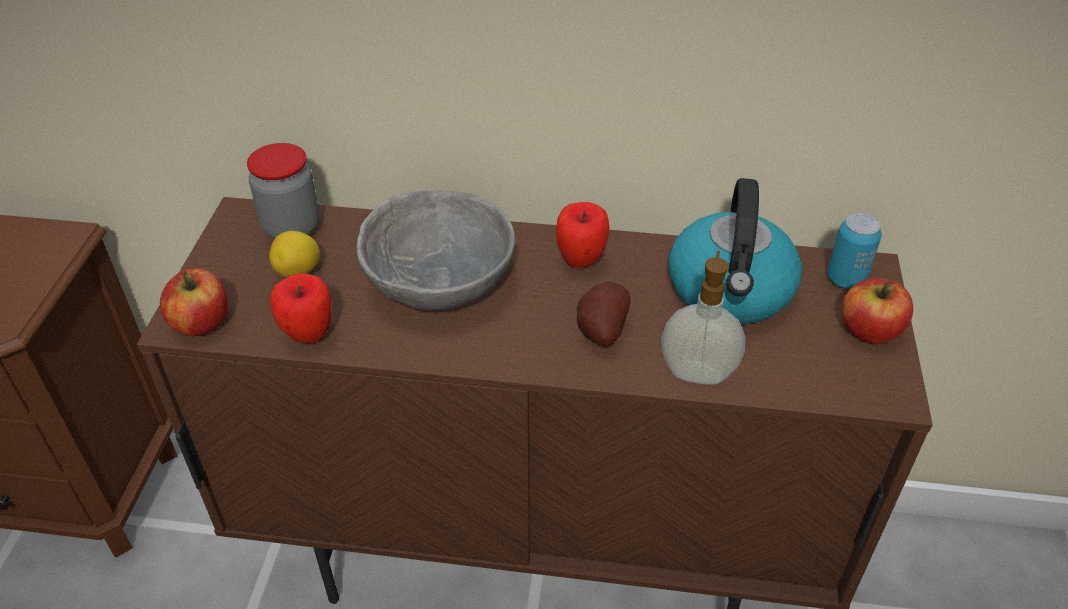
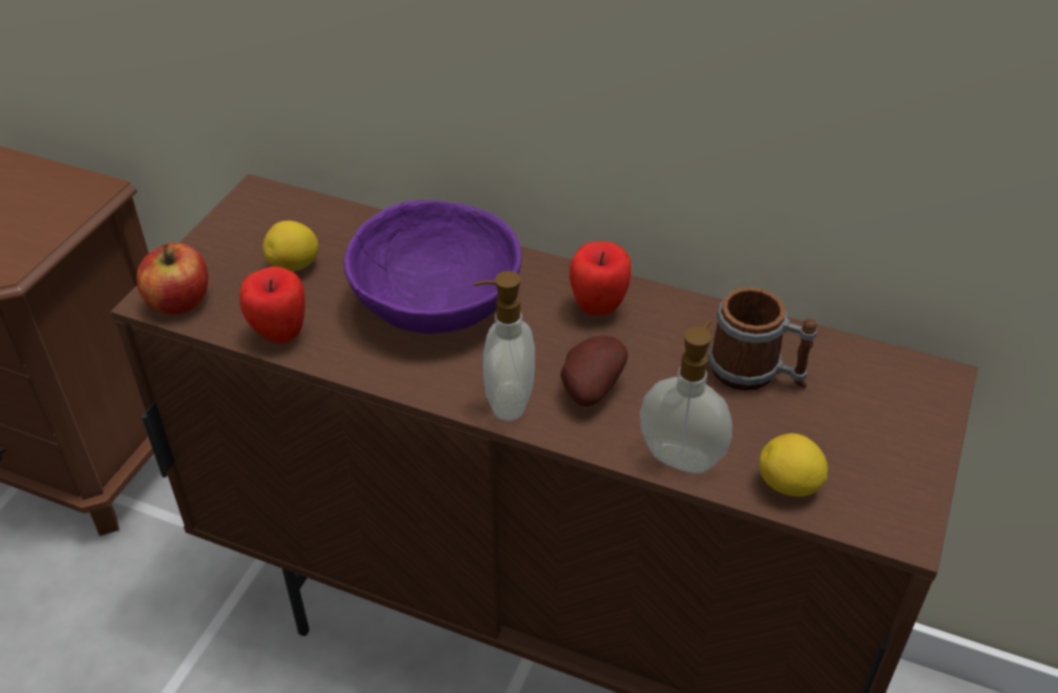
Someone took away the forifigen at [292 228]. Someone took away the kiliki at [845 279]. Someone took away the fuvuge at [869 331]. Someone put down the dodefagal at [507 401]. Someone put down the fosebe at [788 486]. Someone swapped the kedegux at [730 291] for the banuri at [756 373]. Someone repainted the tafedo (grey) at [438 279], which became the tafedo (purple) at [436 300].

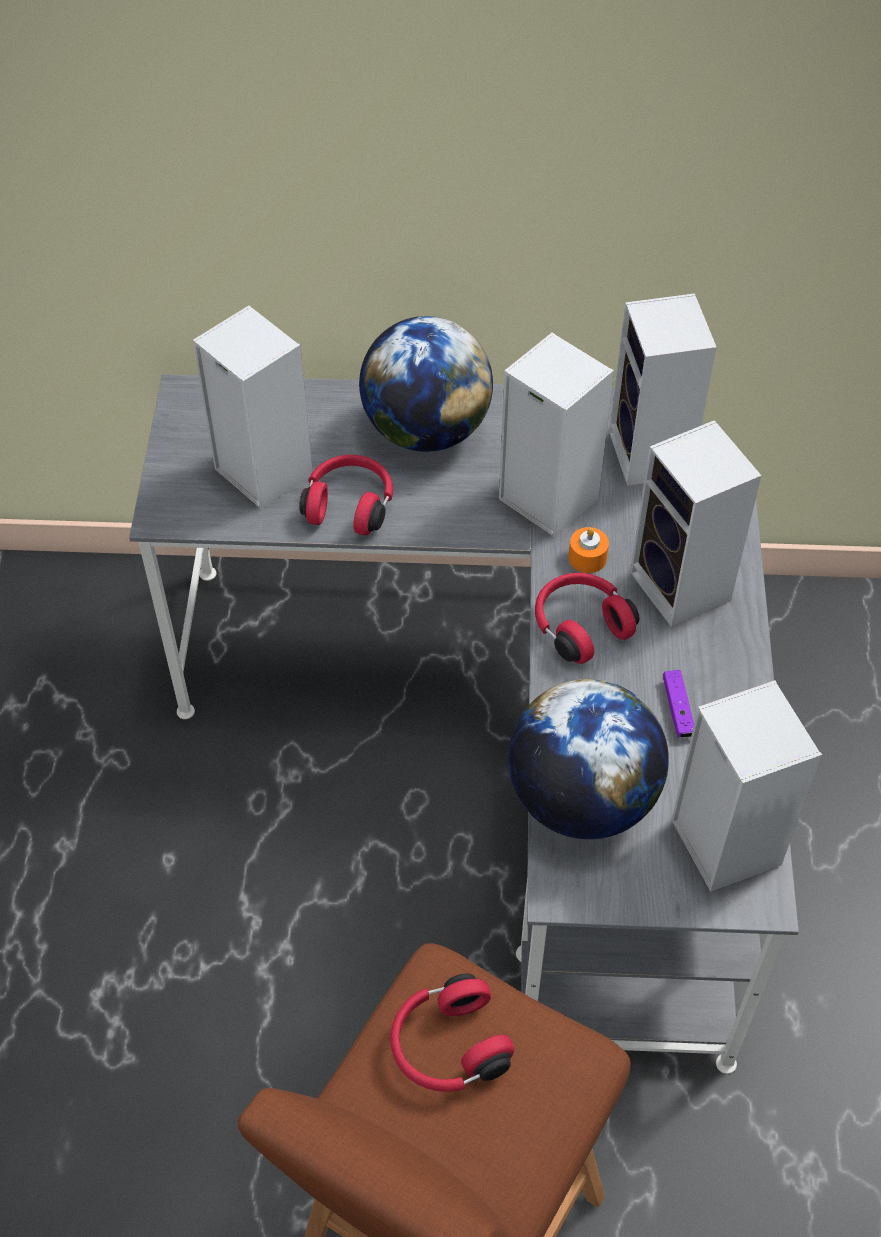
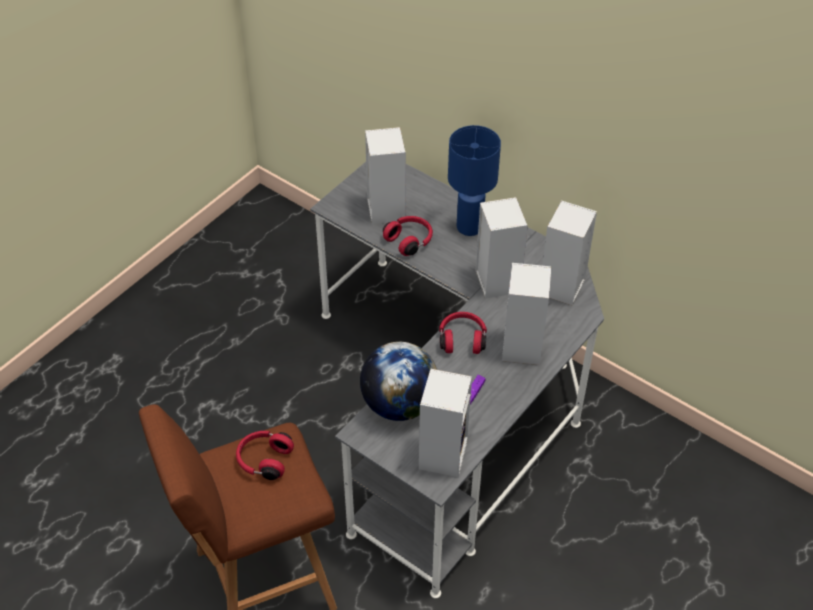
Someone took away the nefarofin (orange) at [587 558]. Someone swapped the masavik at [426 430] for the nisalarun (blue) at [470 227].

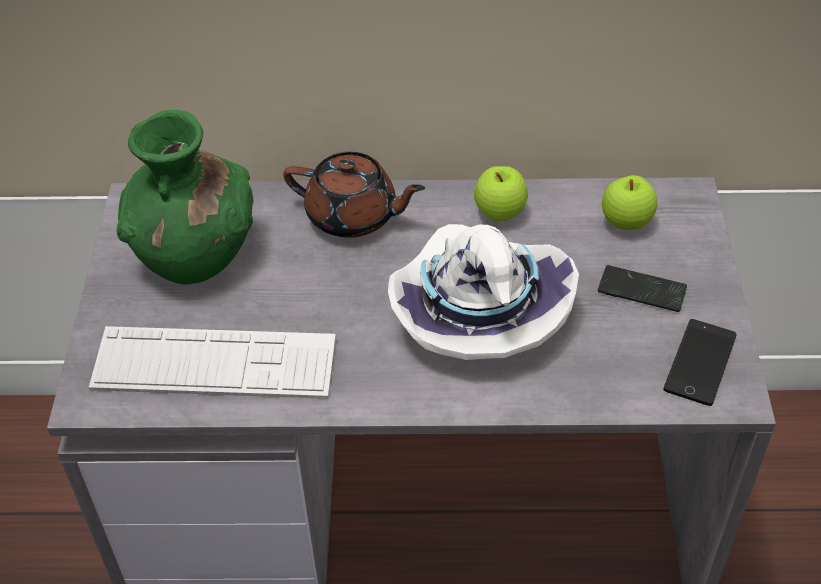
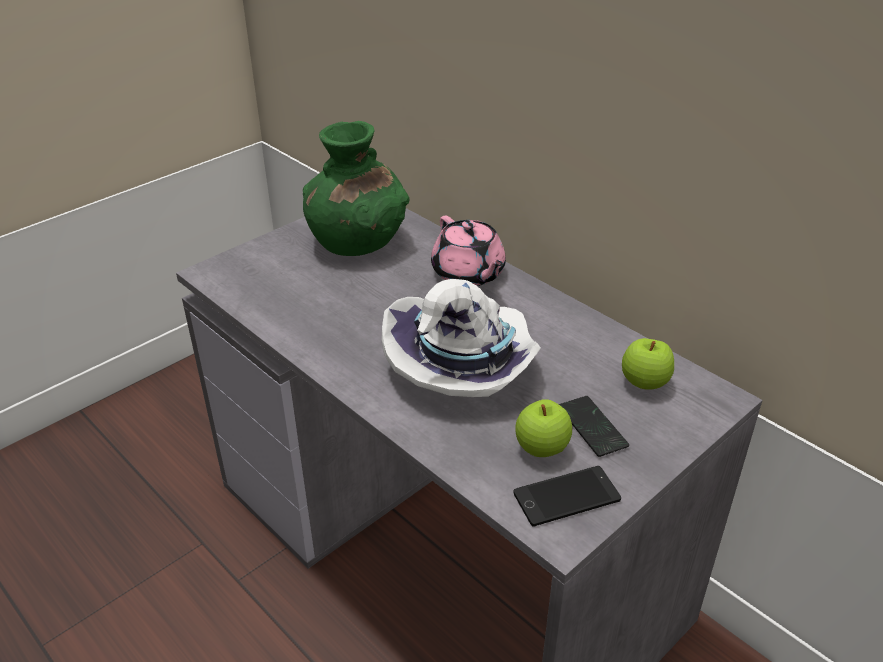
Someone took away the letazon at [214 364]. Someone carried the fuvuge from [499 213] to [541 448]. Someone repainted the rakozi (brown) at [353 216], which became the rakozi (pink) at [468 274].

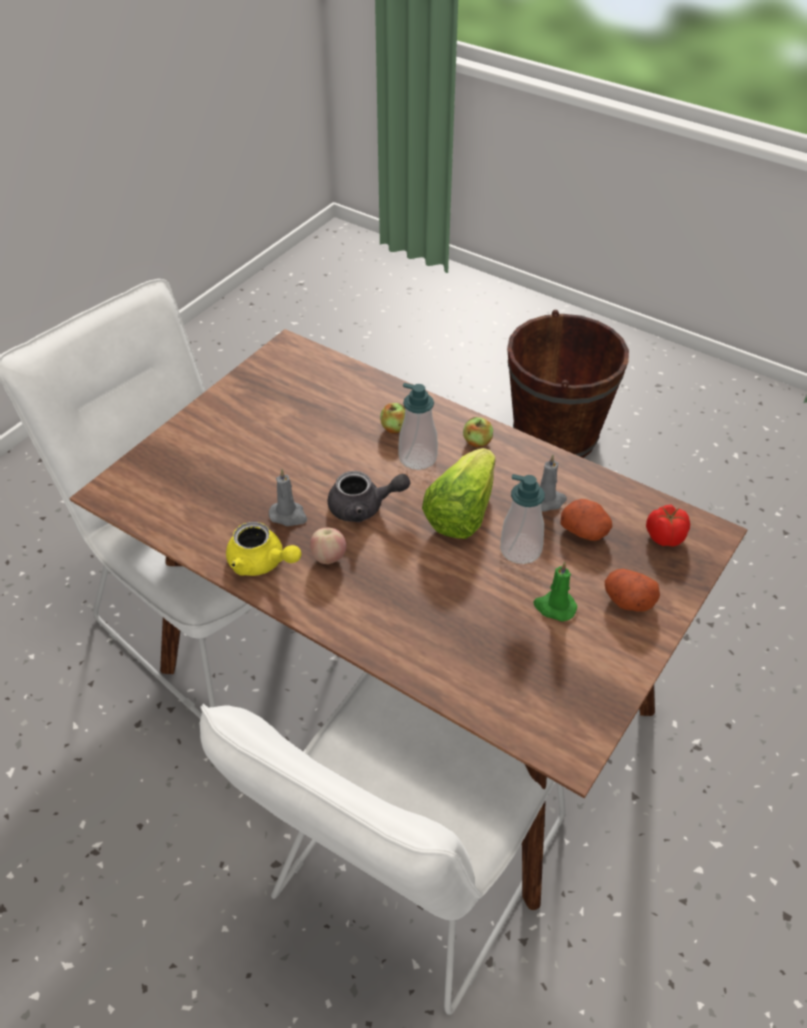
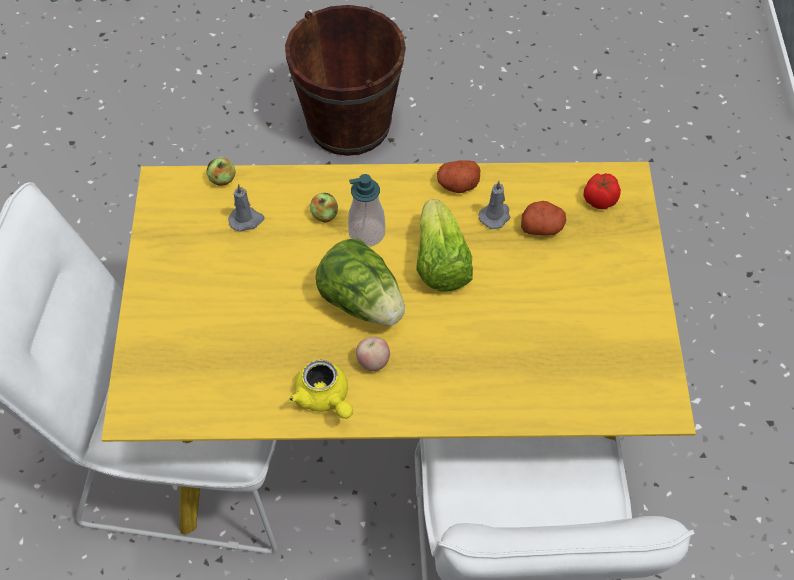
Someone took away the dodefagal at [520 550]. Someone took away the nefarofin (green) at [554 607]. Someone carried the nefarofin (grey) from [289 515] to [246 220]. Someone carried the fuvuge from [477 442] to [222 180]. Someone carried the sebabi from [627 600] to [457 185]. Someone swapped the rakozi (grey) at [364 507] for the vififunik at [362 302]. Someone repainted the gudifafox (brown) at [406 688], which became the gudifafox (yellow) at [398 420]. Someone rotated the rakozi (yellow) at [262 563] by 60 degrees clockwise.

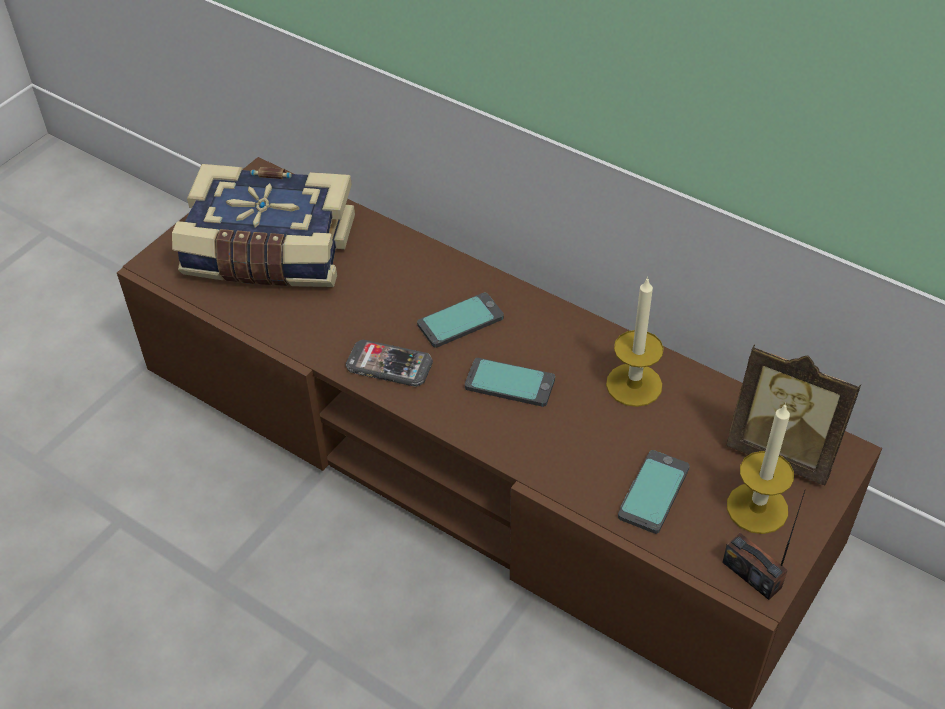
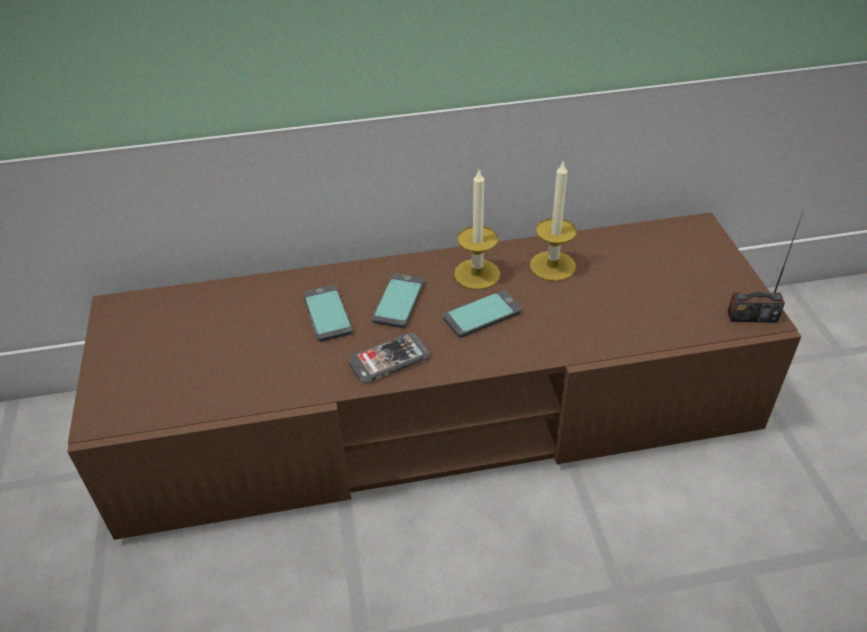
Someone took away the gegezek at [269 252]. Someone took away the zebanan at [782 451]. Someone carried the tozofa from [653 492] to [327 314]. Someone carried the nefarofin from [757 508] to [477 274].

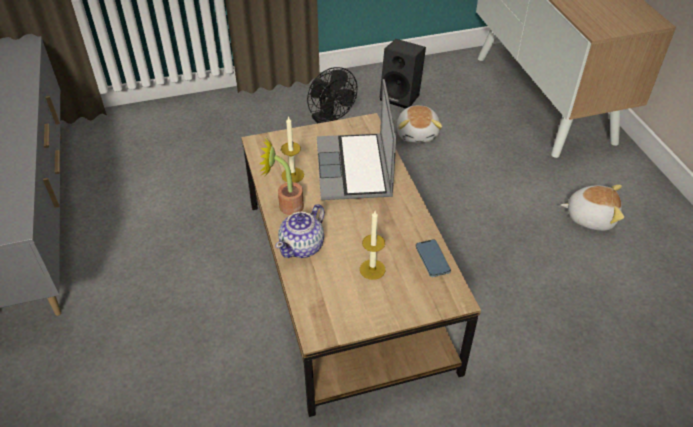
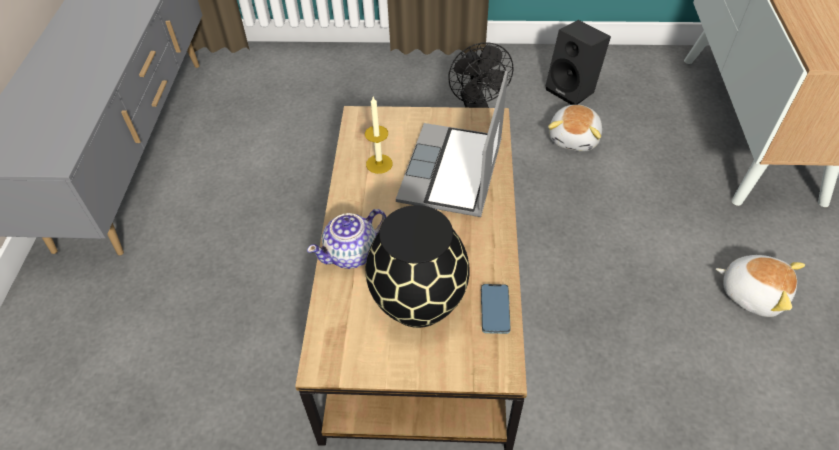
Someone took away the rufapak at [286 206]. Someone swapped the nefarofin at [372 269] for the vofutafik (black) at [418 303].

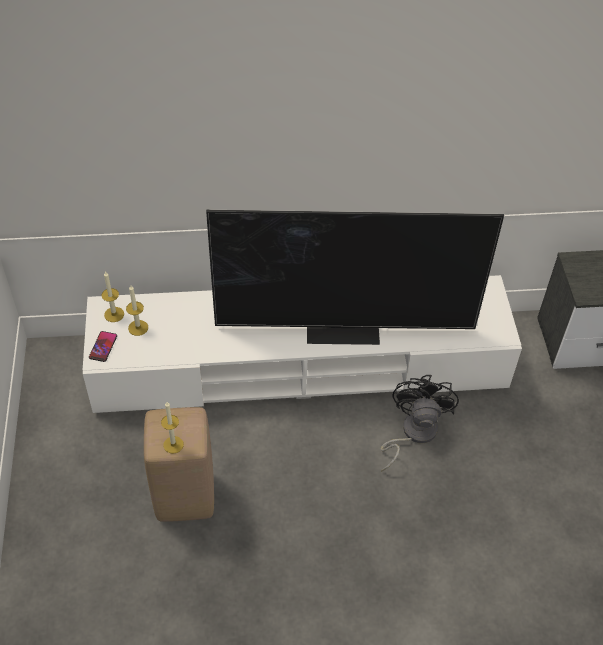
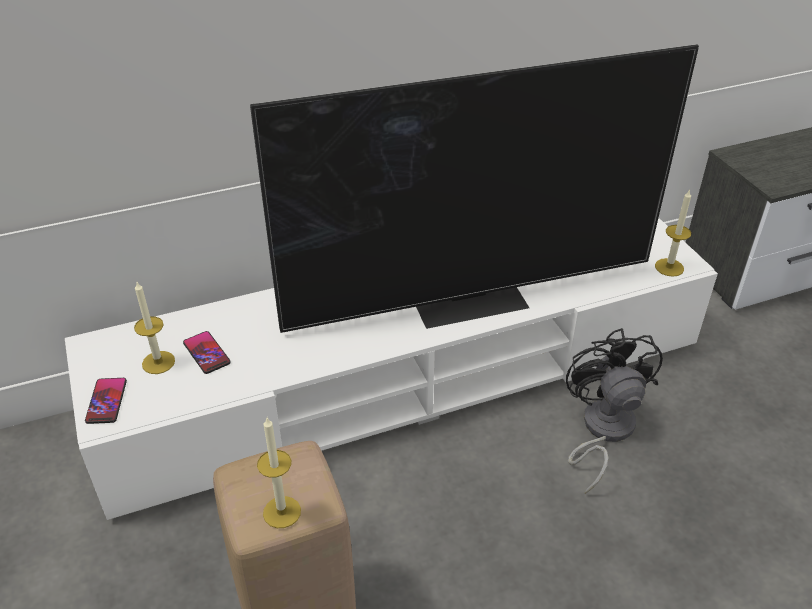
Someone put down the tozofa at [206 353]. Someone carried the nefarofin from [114 314] to [669 267].

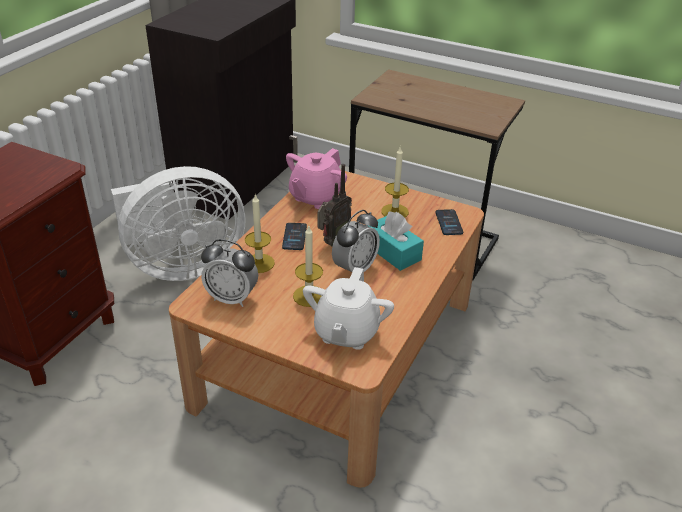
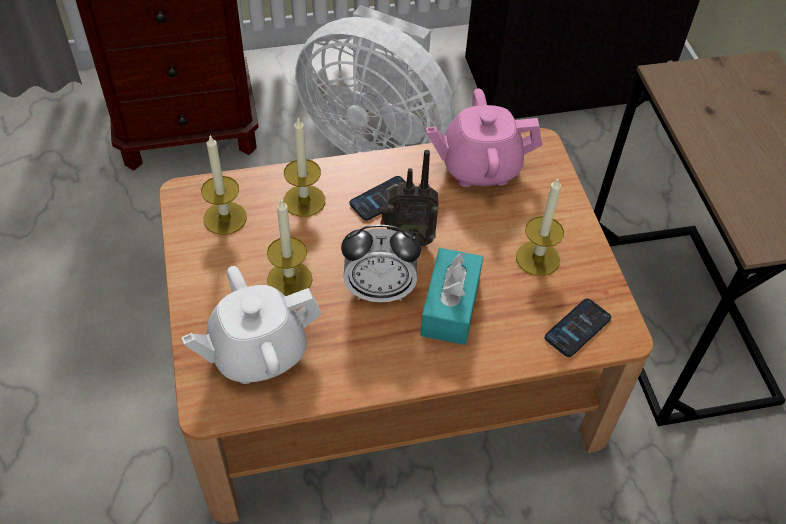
Someone swapped the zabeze at [232 298] for the nefarofin at [225 218].

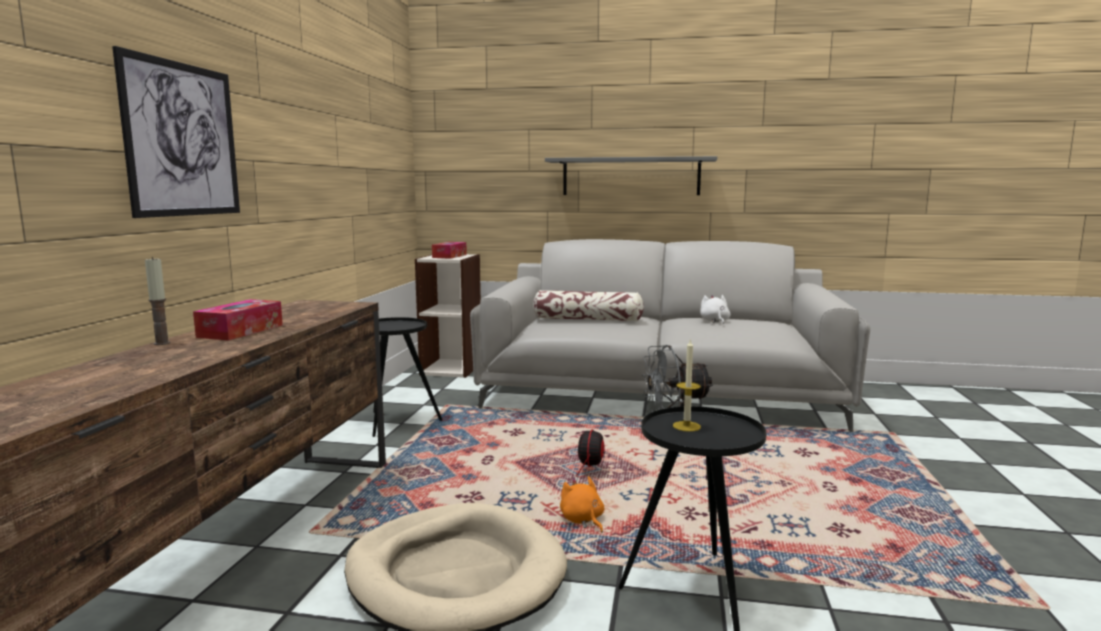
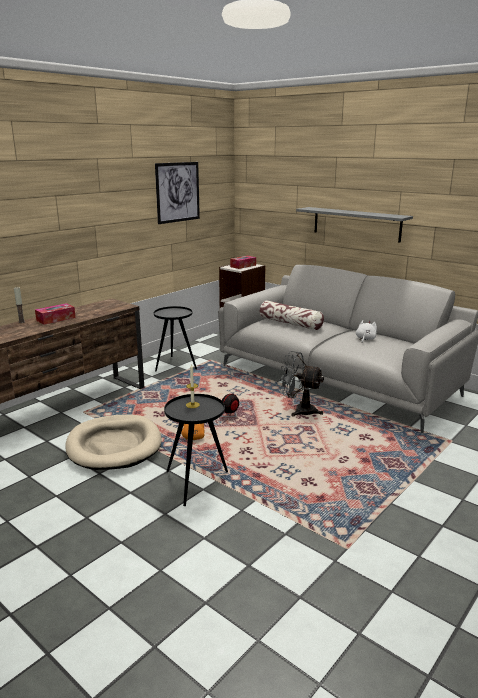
Someone carried the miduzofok from [183 140] to [178 192].

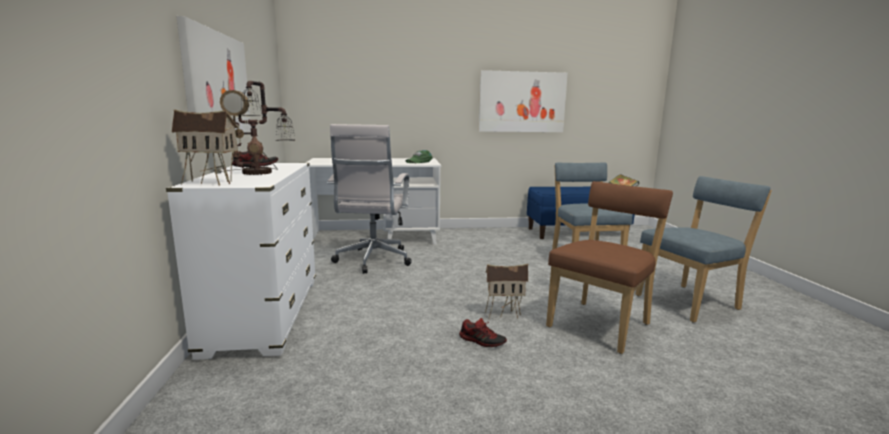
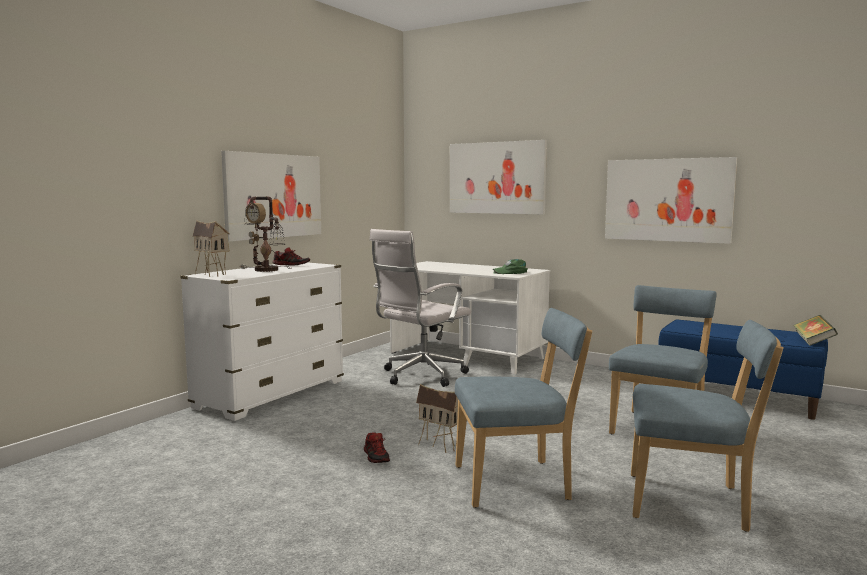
Someone put up the miduzofok at [496 178]. Someone repainted the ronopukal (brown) at [601 324], which became the ronopukal (blue) at [517 483].

